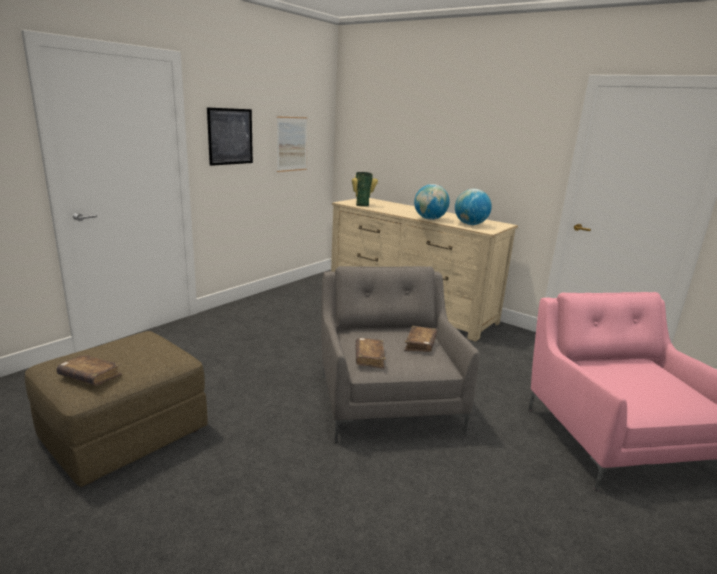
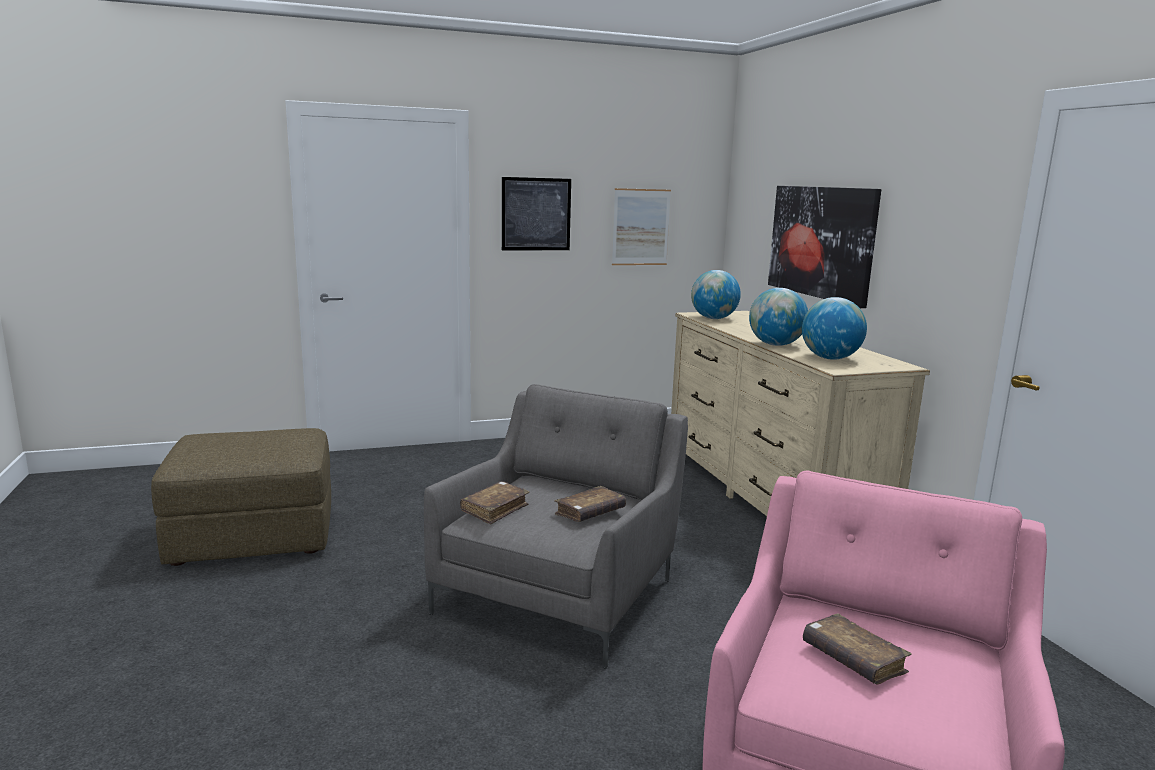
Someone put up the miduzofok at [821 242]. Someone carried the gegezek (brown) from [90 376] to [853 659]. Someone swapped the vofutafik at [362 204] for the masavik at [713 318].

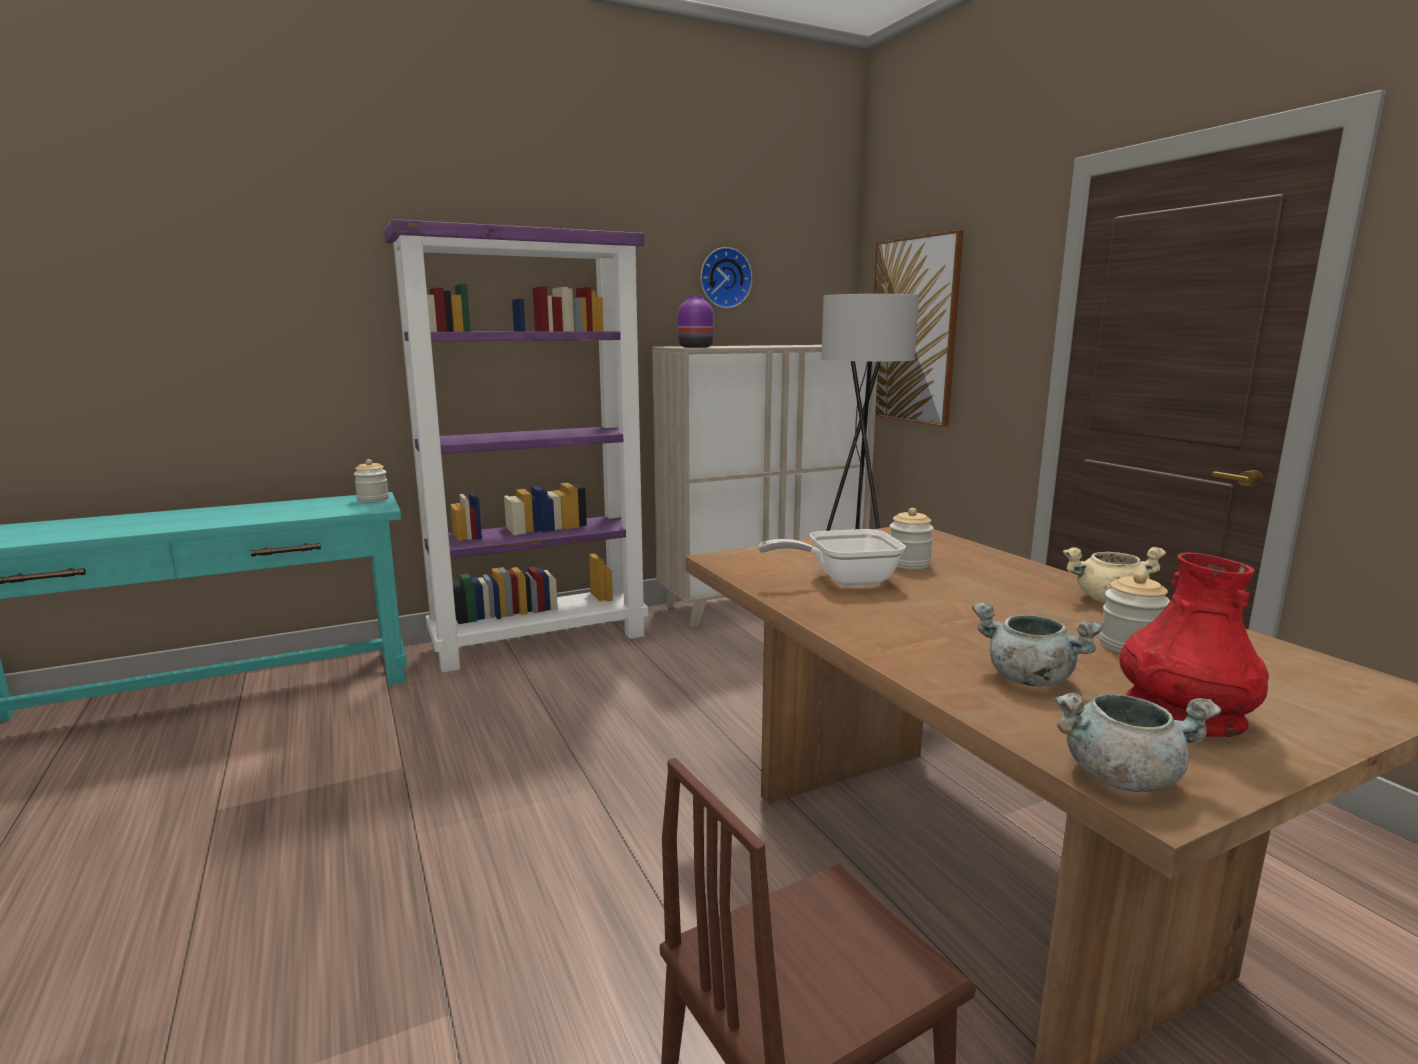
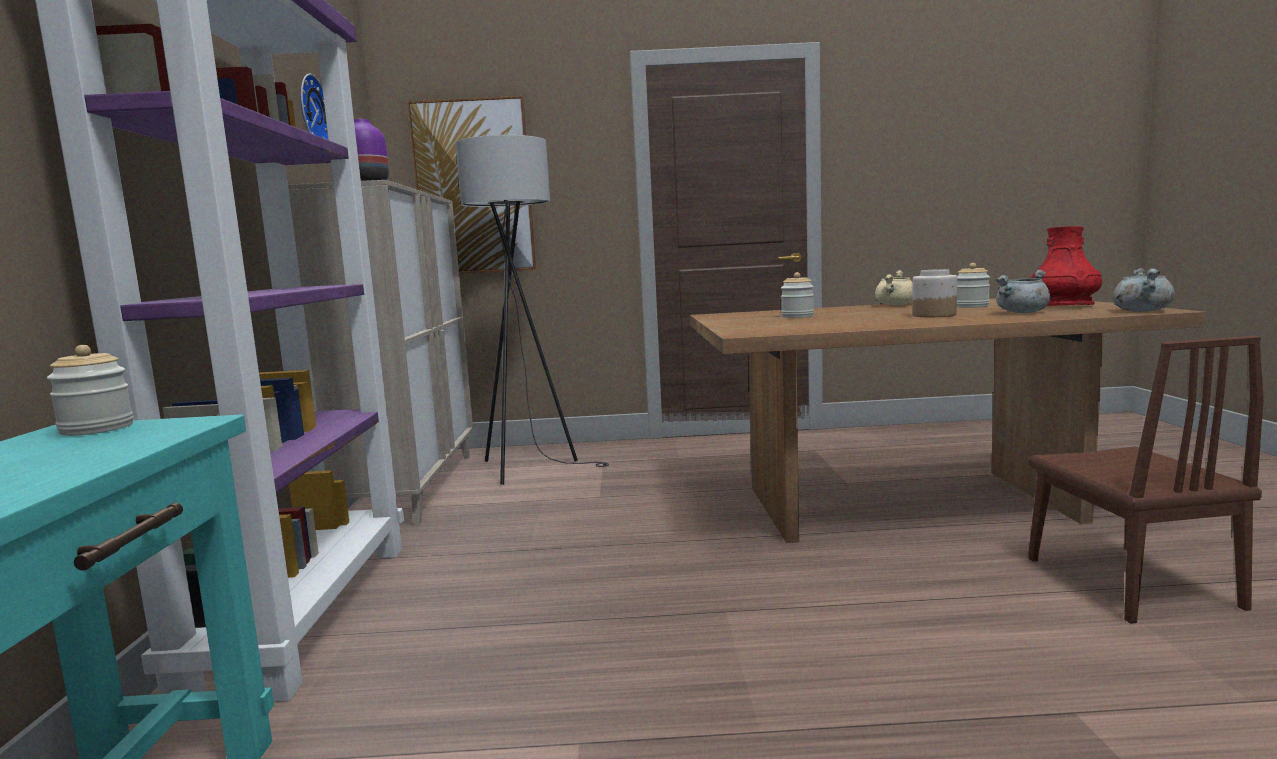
Someone took away the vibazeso at [843 580]. Someone put down the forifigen at [933 315].

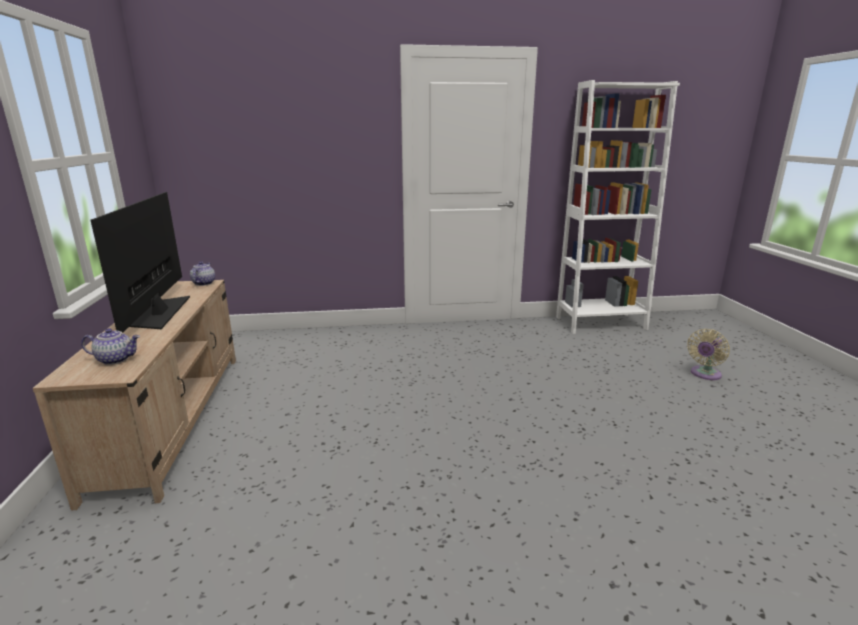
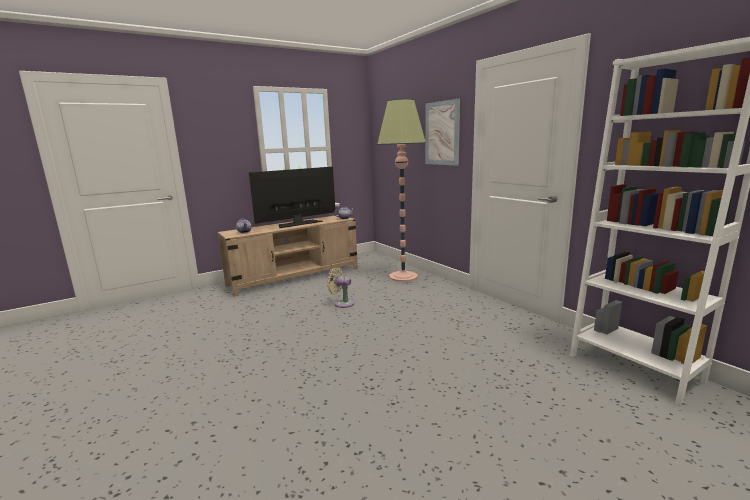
Someone put down the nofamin at [403 276]. Someone put up the miduzofok at [442 133]. Someone carried the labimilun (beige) from [704 374] to [342 303].

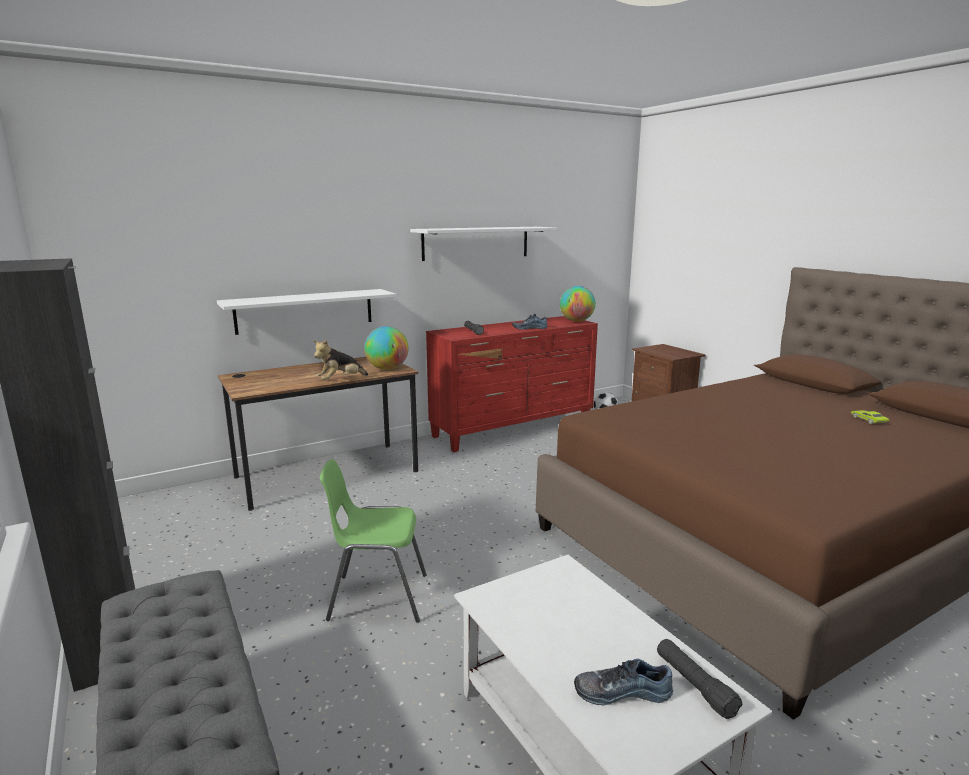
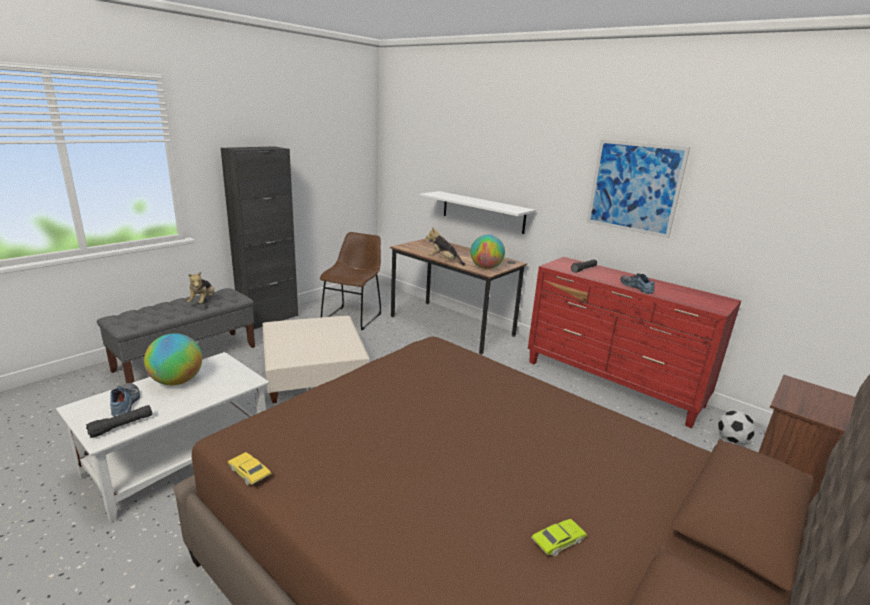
Someone put down the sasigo at [203 301]. Someone put down the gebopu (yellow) at [249 472]. Someone put down the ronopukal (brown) at [353 317]. Someone carried the masavik from [576 321] to [177 381]. Someone swapped the ronopukal (green) at [377 597] for the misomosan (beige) at [314 371]. Someone swapped the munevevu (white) at [476 243] for the miduzofok at [634 187].

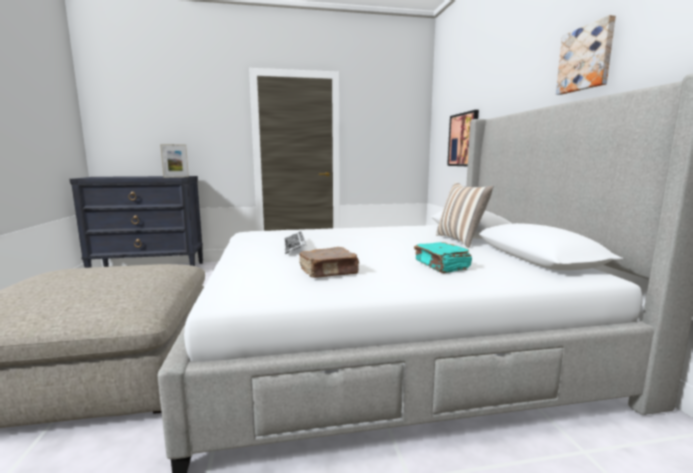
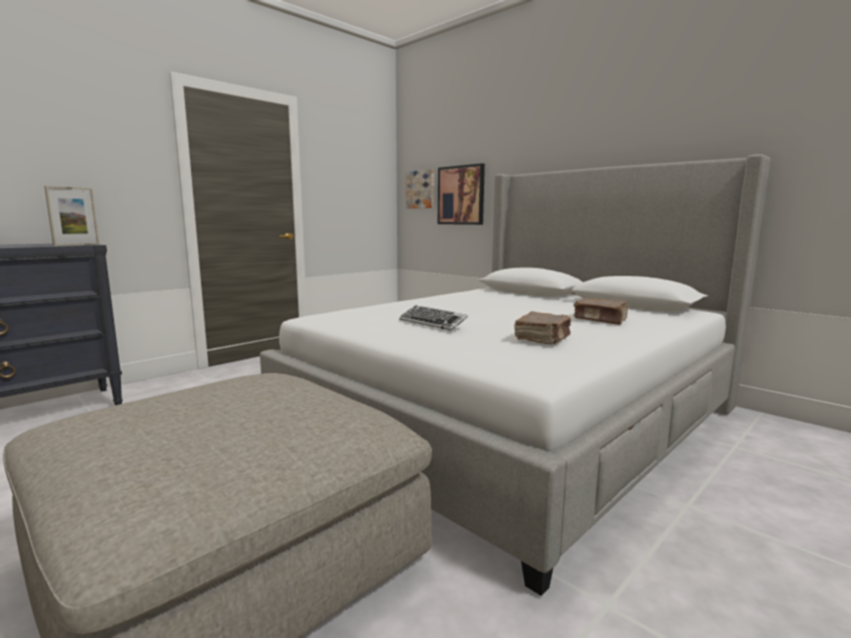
Someone took away the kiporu at [461 240]. Someone carried the miduzofok from [586 58] to [421 189]. Someone repainted the gegezek (turquoise) at [441 266], which became the gegezek (brown) at [600 320].

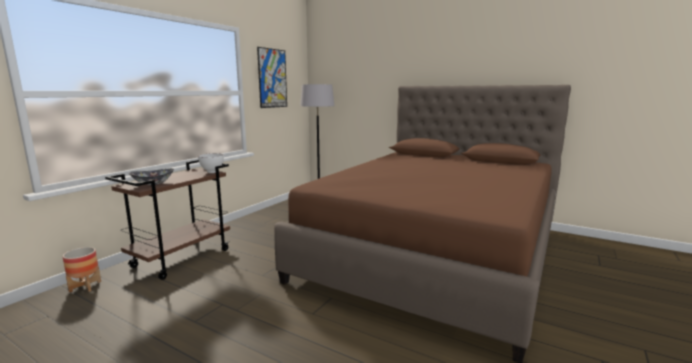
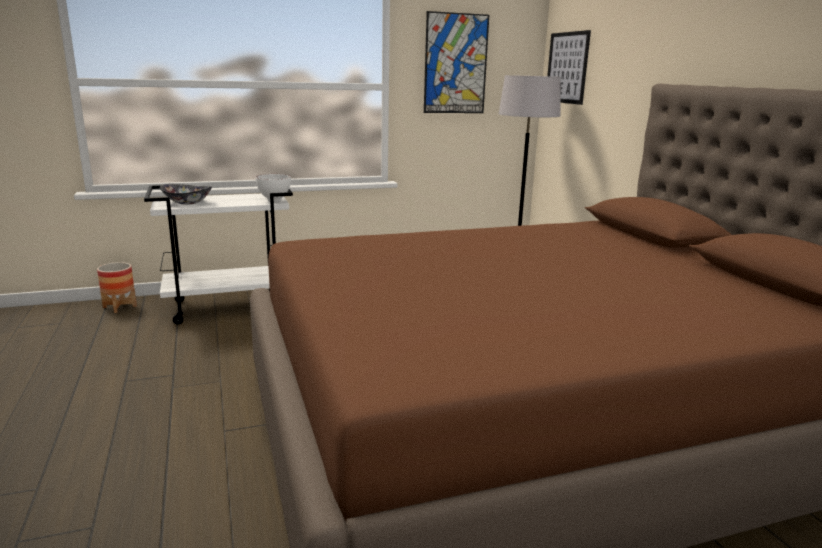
Someone put up the miduzofok at [567 68]. Someone repainted the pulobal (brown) at [182 258], which became the pulobal (white) at [230 307].

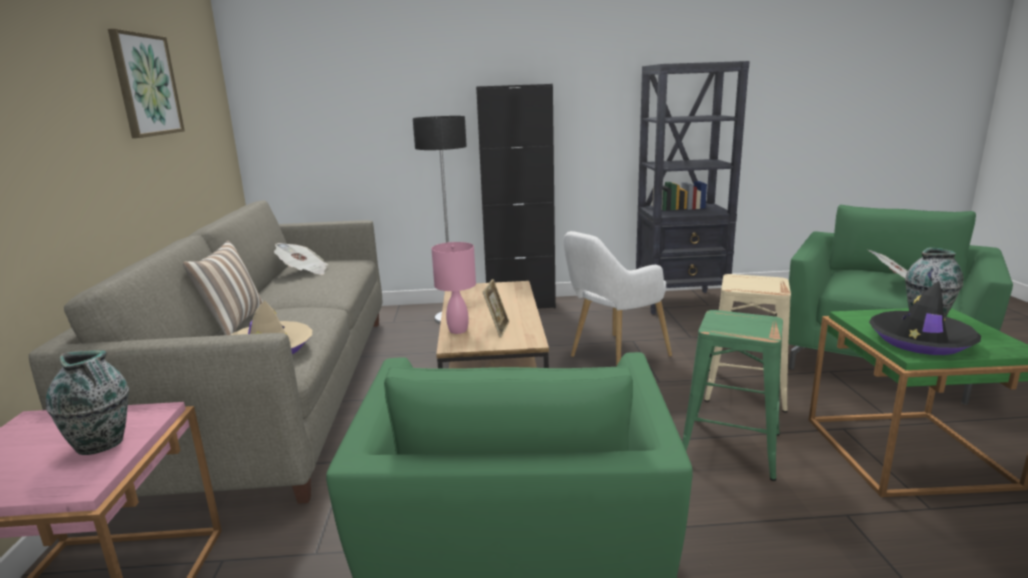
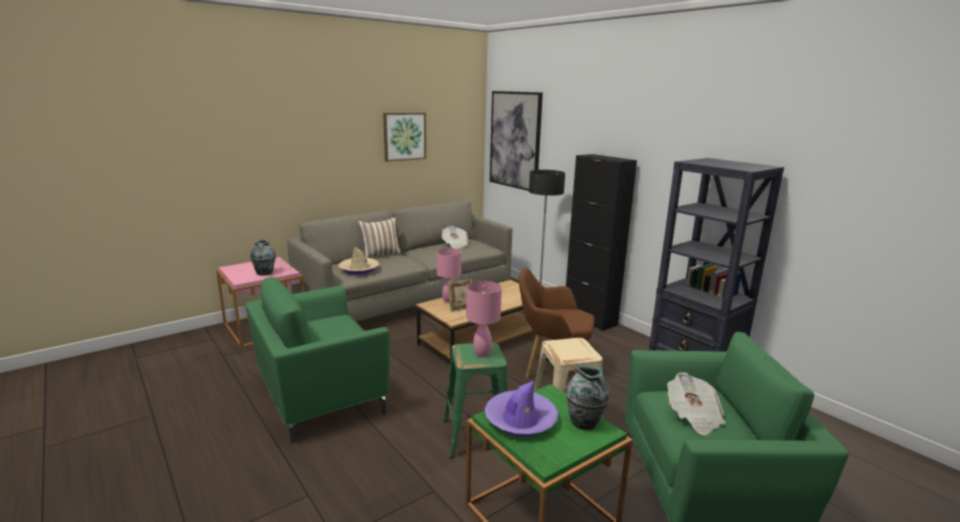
Someone put down the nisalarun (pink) at [482 354]. Someone put up the miduzofok at [515 140]. Someone repainted the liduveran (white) at [613 357], which became the liduveran (brown) at [552 369]. Someone repainted the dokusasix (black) at [920 341], which became the dokusasix (purple) at [520 420].

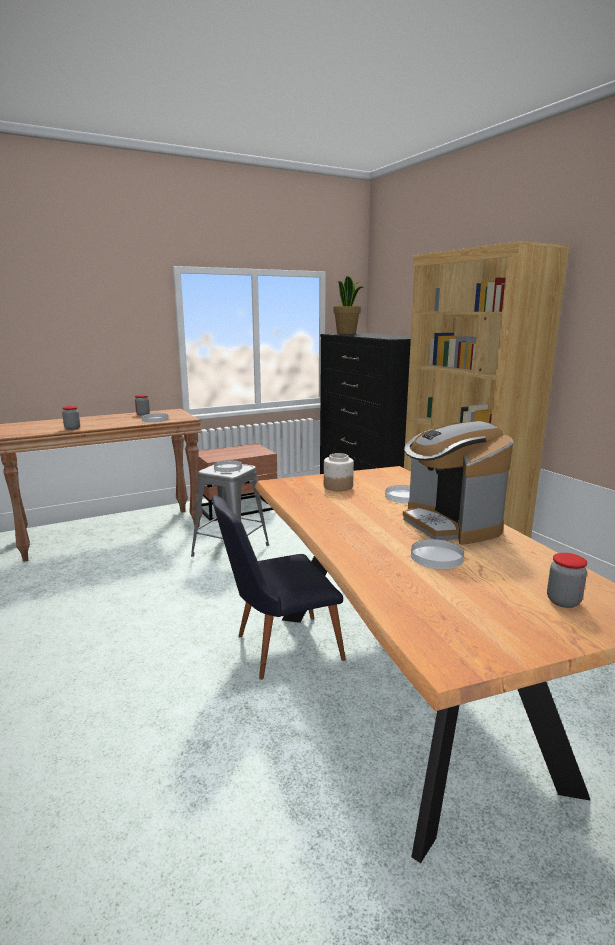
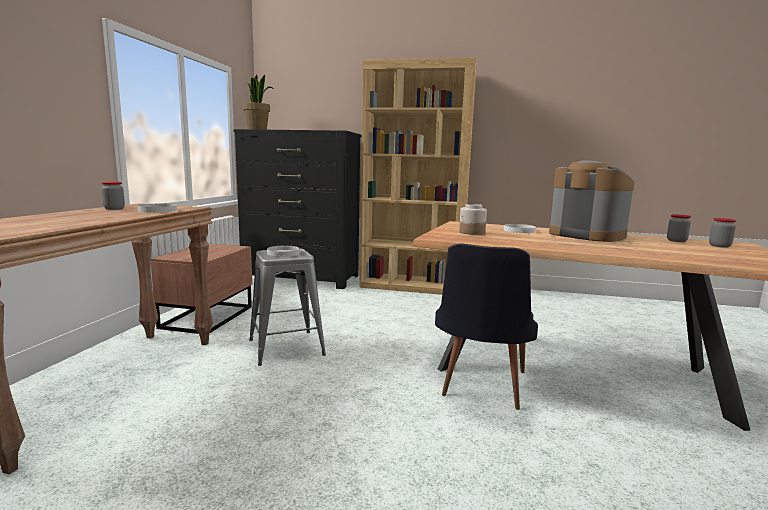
Someone took away the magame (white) at [437 557]. Someone carried the forifigen from [72 428] to [676 241]. Someone rotated the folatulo at [450 524] by 150 degrees counterclockwise.

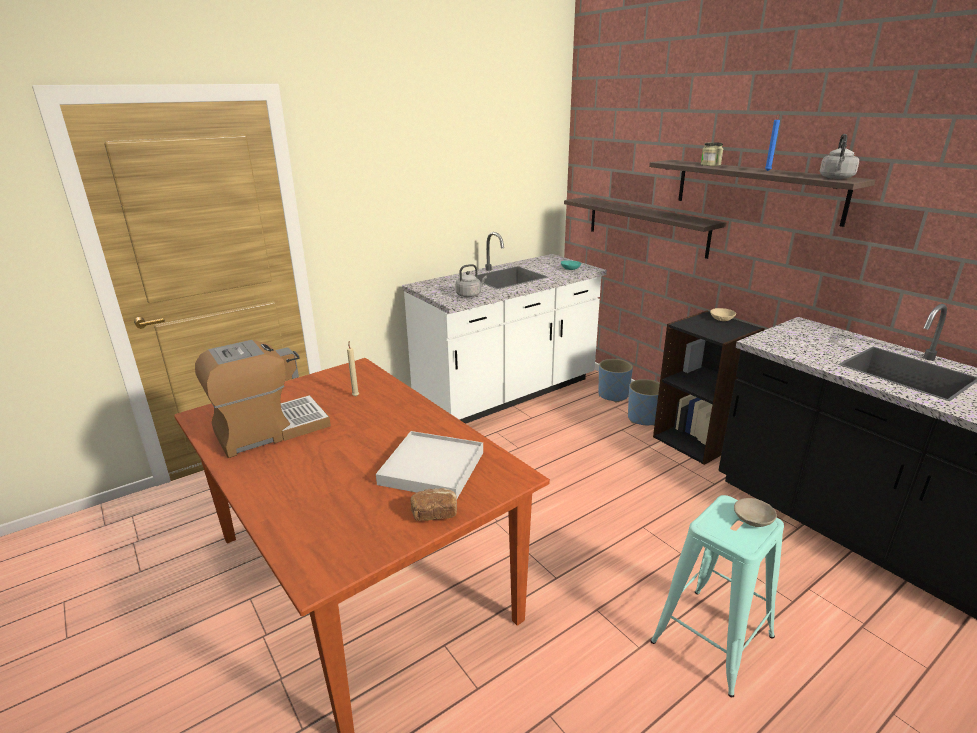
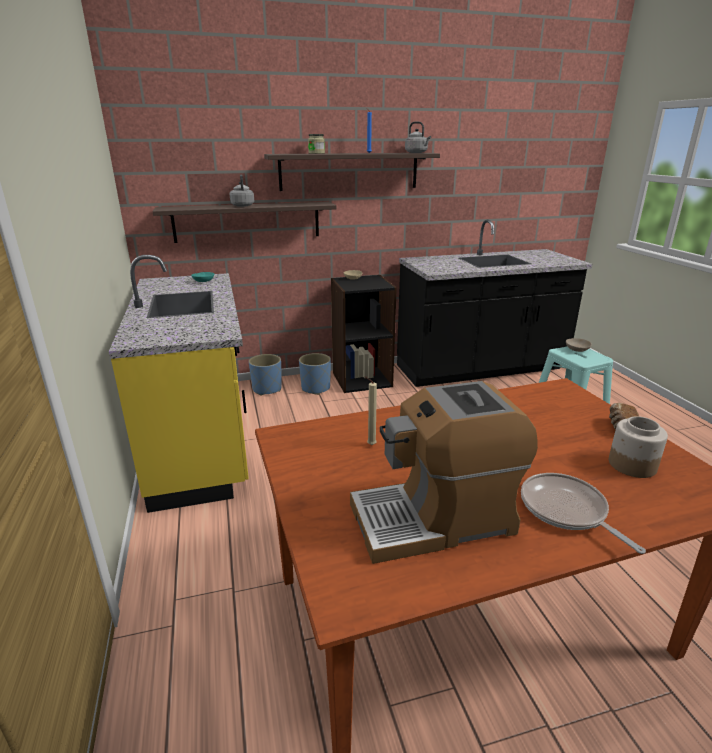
Someone took away the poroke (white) at [432 468]. Someone put down the vibazeso at [566 511]. Someone put down the forifigen at [631 465]. Someone carried the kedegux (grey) from [470 295] to [242 205]. Someone repainted the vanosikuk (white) at [507 394], which became the vanosikuk (yellow) at [202 440]. Someone rotated the folatulo at [269 430] by 90 degrees counterclockwise.

